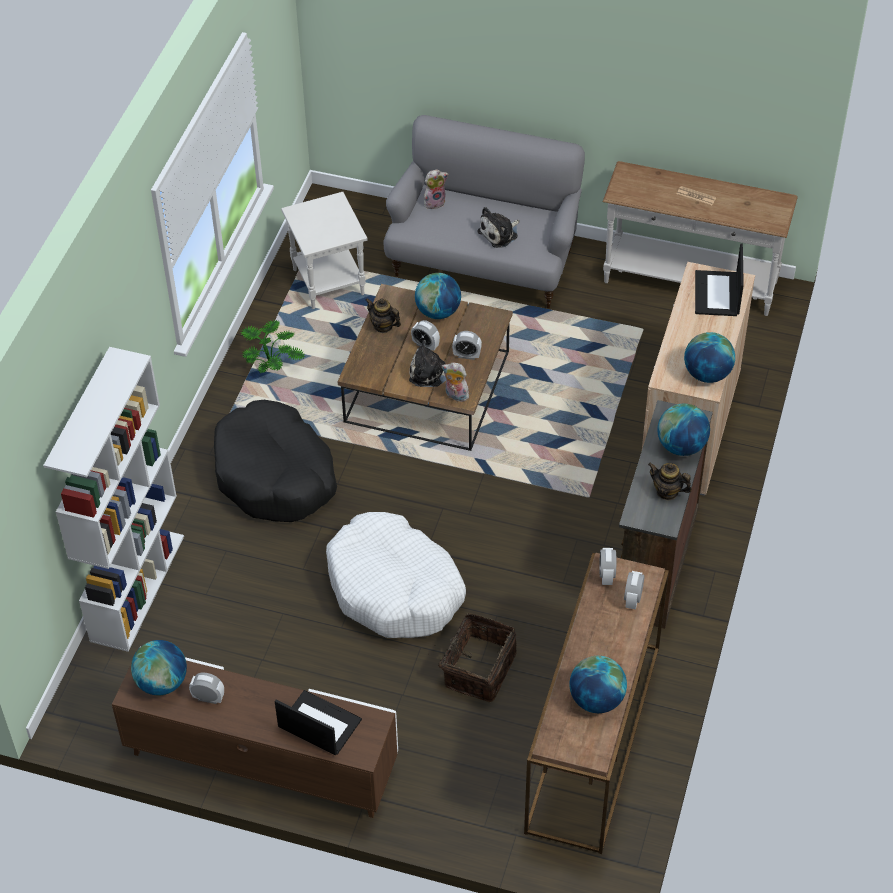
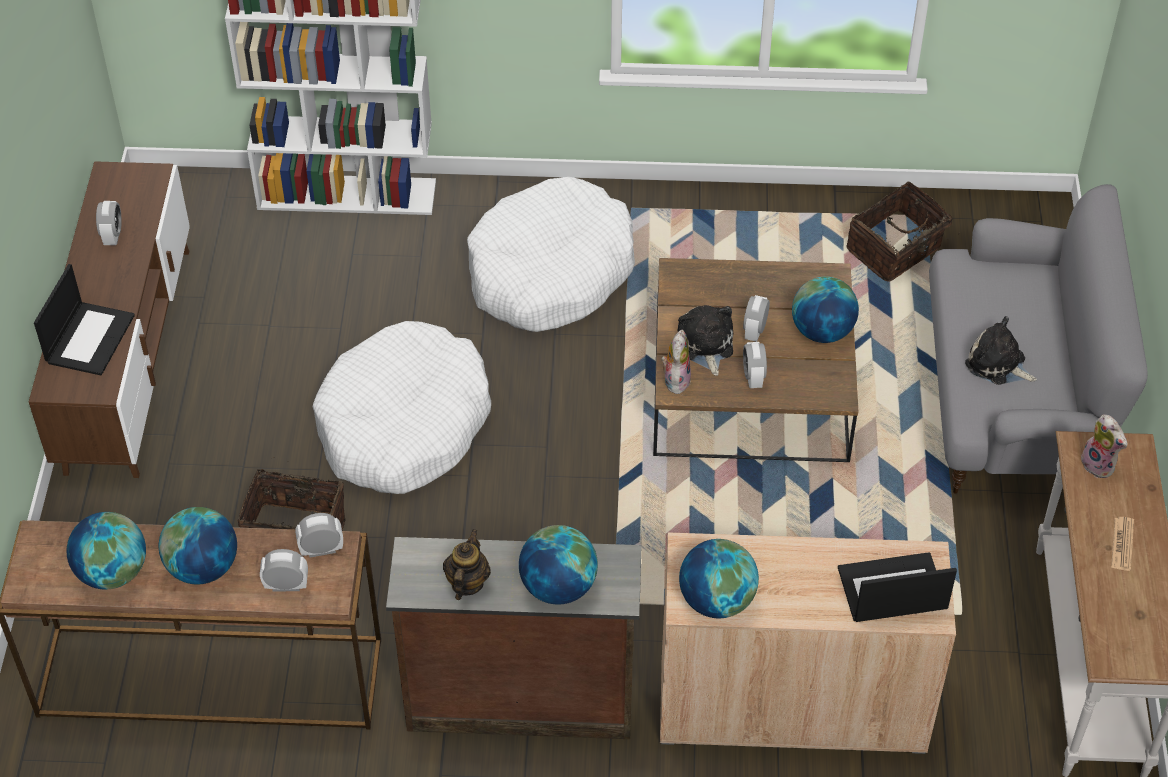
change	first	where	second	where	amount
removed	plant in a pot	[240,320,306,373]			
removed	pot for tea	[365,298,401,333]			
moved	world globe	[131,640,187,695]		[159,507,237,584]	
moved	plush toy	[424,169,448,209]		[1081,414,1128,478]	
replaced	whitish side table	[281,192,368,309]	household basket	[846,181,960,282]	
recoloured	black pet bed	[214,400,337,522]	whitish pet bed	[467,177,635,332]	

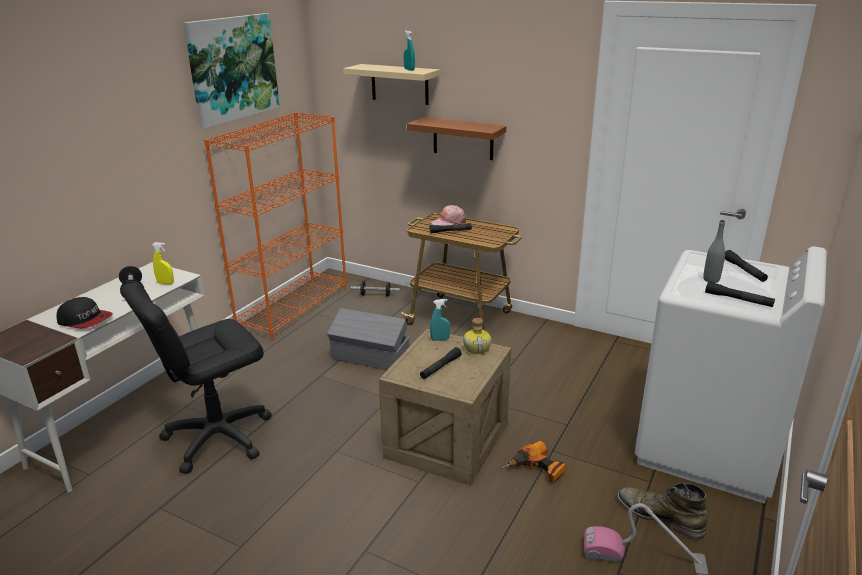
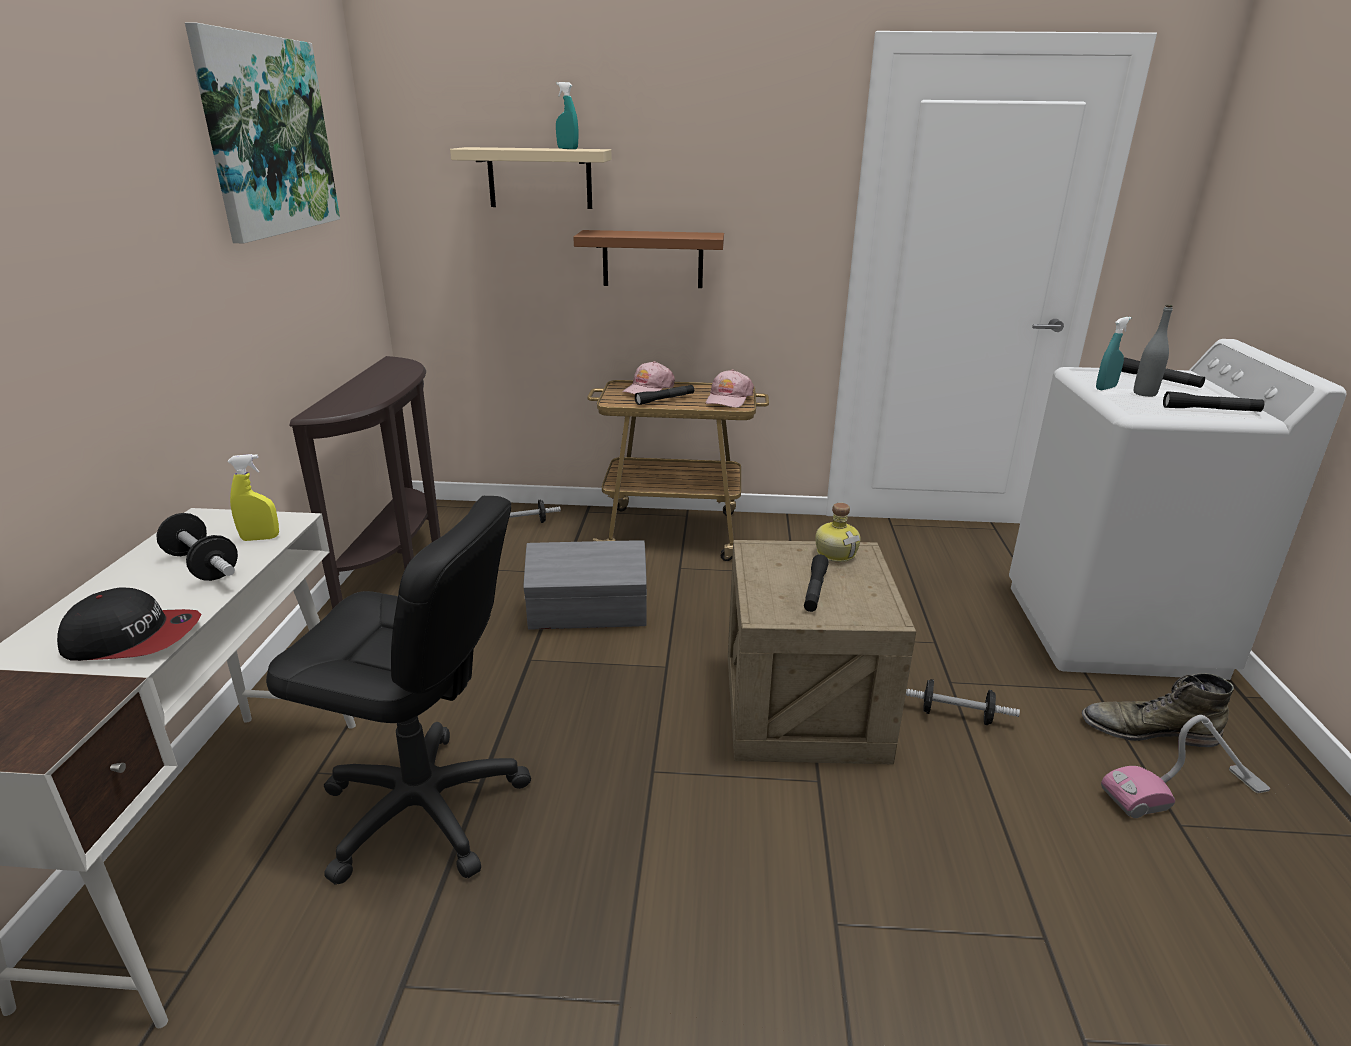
change	first	where	second	where	amount
added			pink baseball cap	[706,369,754,408]	
moved	blue-green sprayer	[430,299,450,341]		[1096,317,1131,390]	
replaced	orange-coloured bookcase	[204,112,347,340]	brownish hall table	[289,356,441,609]	
replaced	power drill	[501,441,567,483]	dumbbell	[906,679,1020,725]	
turned	black office chair	[121,282,272,474]		[266,496,531,885]	105 degrees counterclockwise

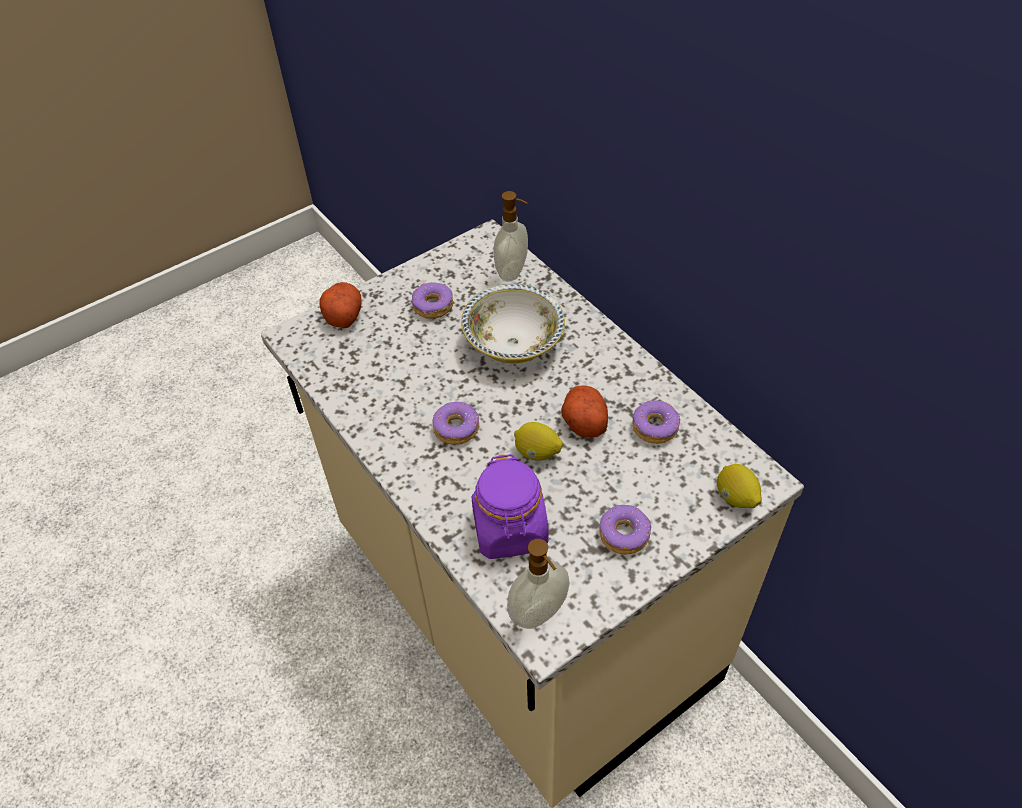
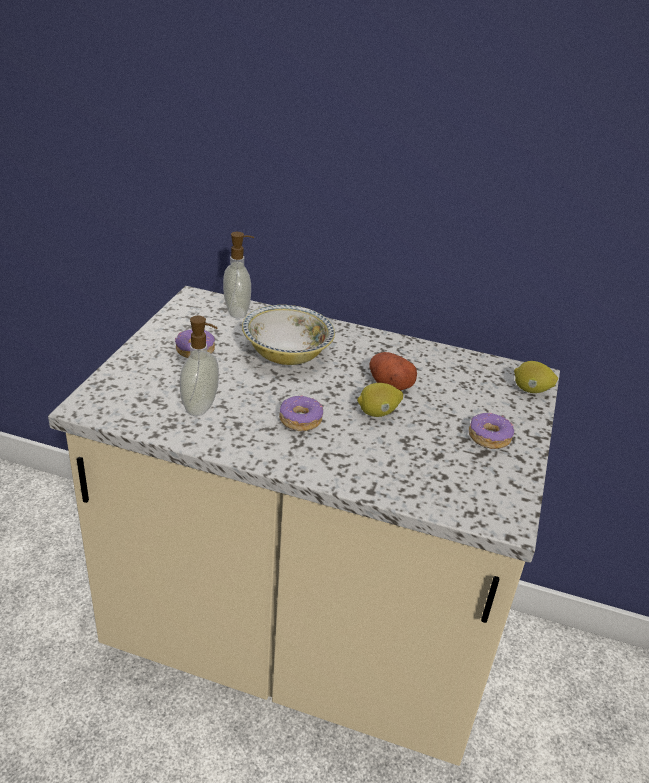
change	first	where	second	where	amount
removed	spud	[319,282,362,328]			
removed	purplish preserve jar	[472,454,548,559]			
removed	doughnut	[633,401,681,444]			
moved	liquid soap bottle	[507,539,569,629]		[180,316,219,416]	

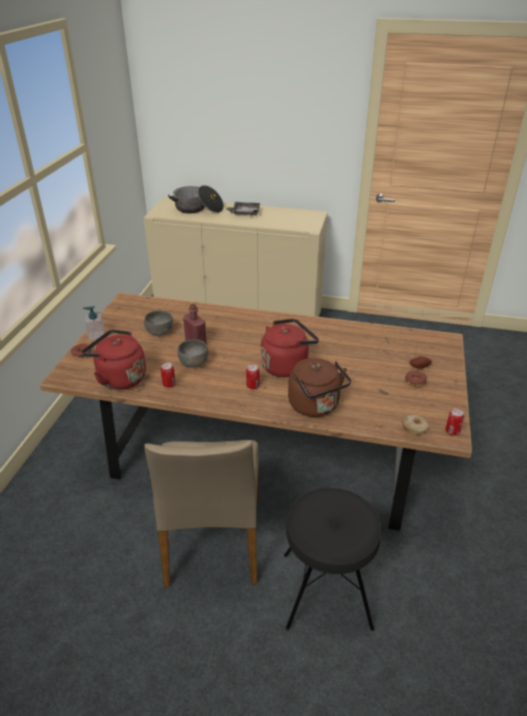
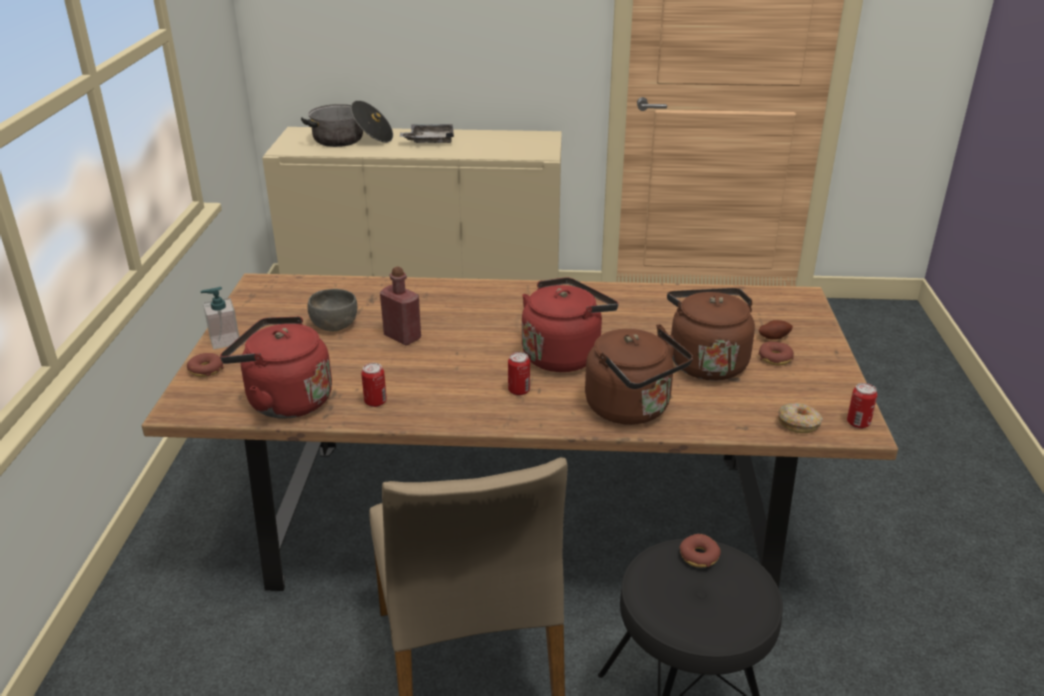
change	first	where	second	where	amount
removed	grey deep dish	[178,339,208,368]			
added			brownish tea kettle	[656,288,755,381]	
added			doughnut	[680,534,721,568]	

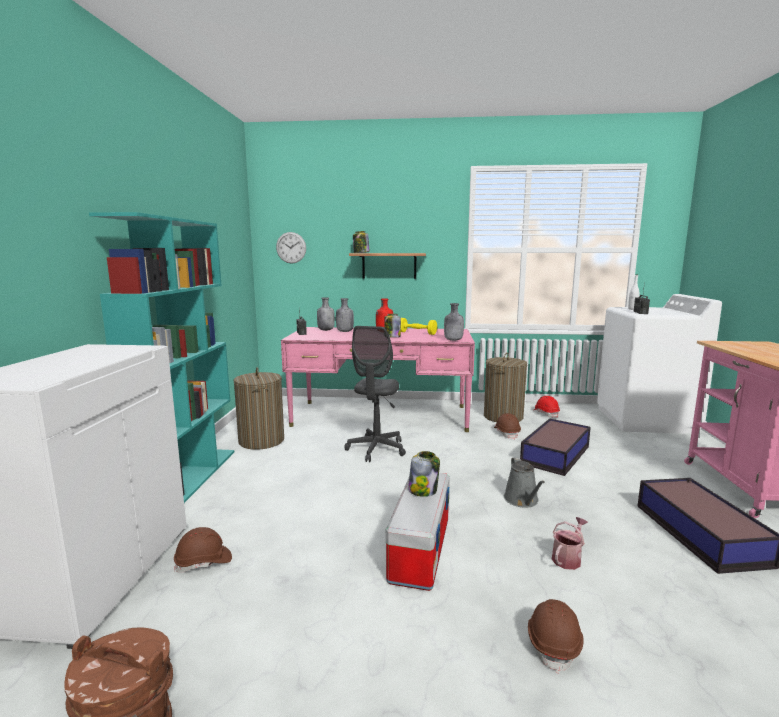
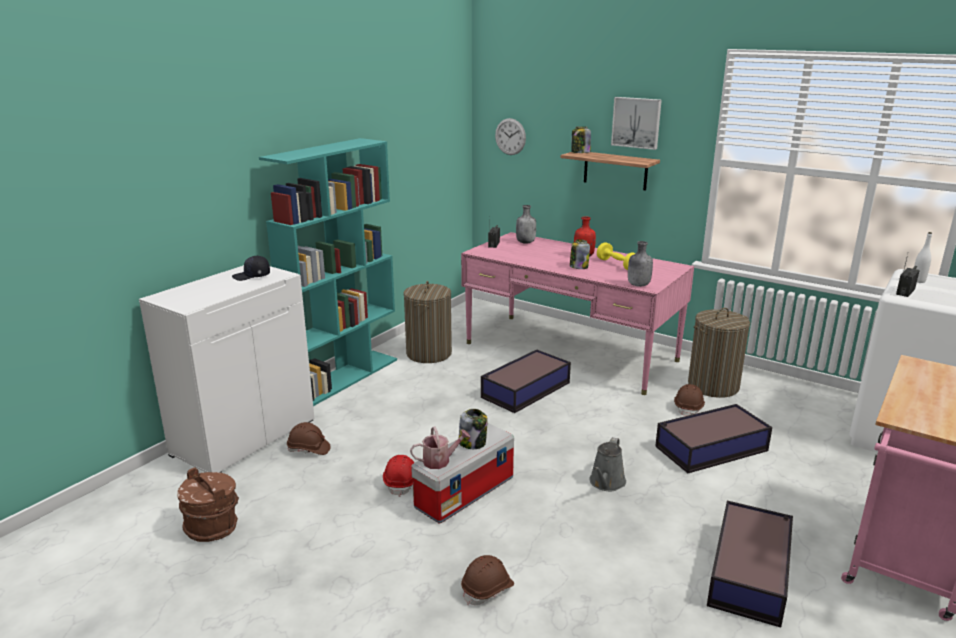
change	first	where	second	where	amount
removed	grey beverage bottle	[336,298,354,332]			
added			black baseball cap	[232,256,270,281]	
added			picture	[611,97,662,150]	
moved	red-coloured work helmet	[534,396,560,418]		[383,455,414,497]	
moved	sprinkling can	[552,517,588,570]		[410,426,470,469]	
replaced	grey office chair	[344,326,406,462]	storage box	[481,350,571,413]	

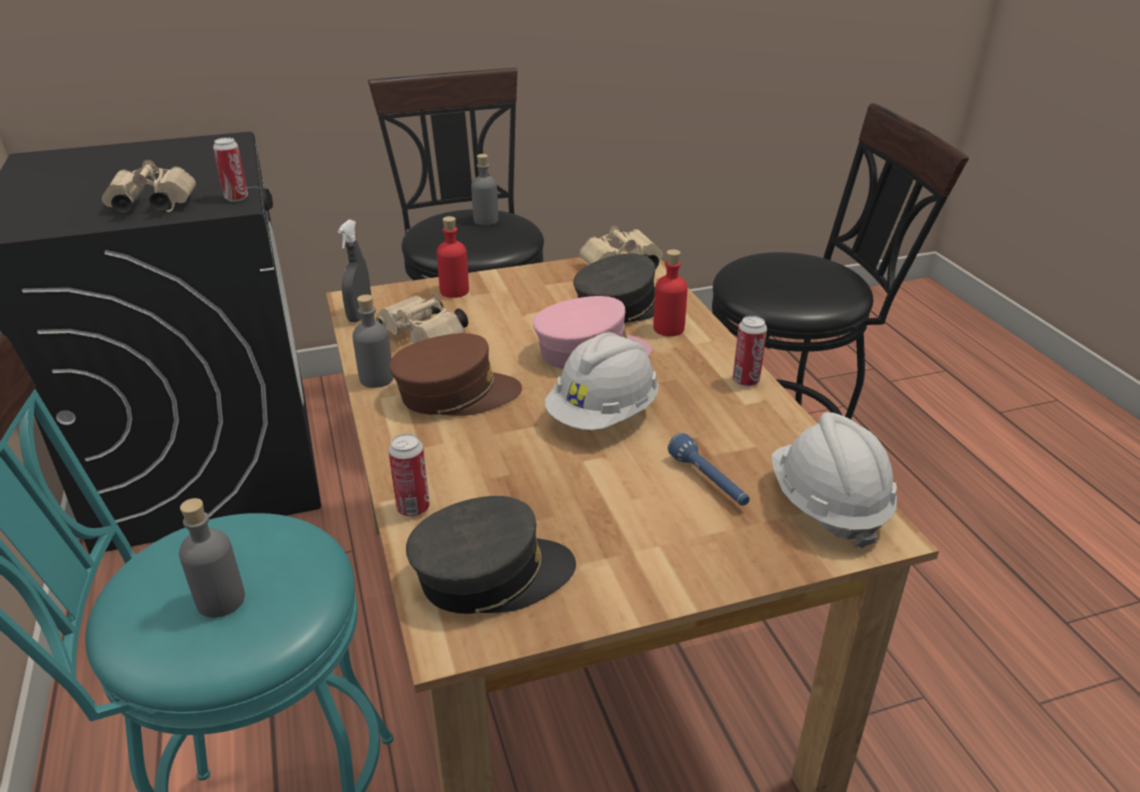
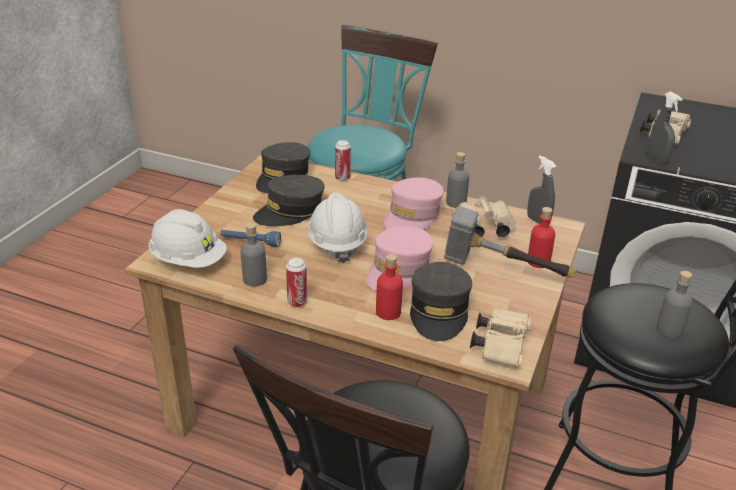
change	first	where	second	where	amount
added			grey baseball cap	[253,175,325,226]	
added			hammer	[444,206,577,278]	
moved	grey beverage bottle	[179,498,245,618]		[240,223,267,287]	
replaced	sealed can	[213,138,248,202]	grey sprayer	[647,92,682,164]	
recoloured	brownish baseball cap	[389,333,522,416]	pink baseball cap	[384,177,444,230]	

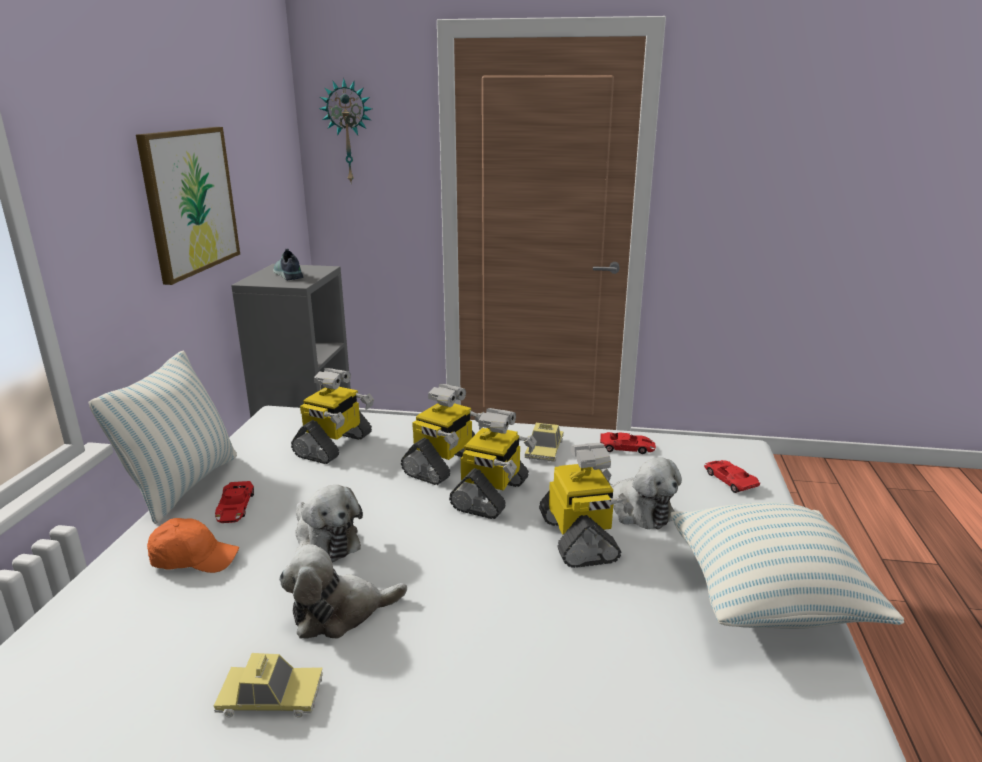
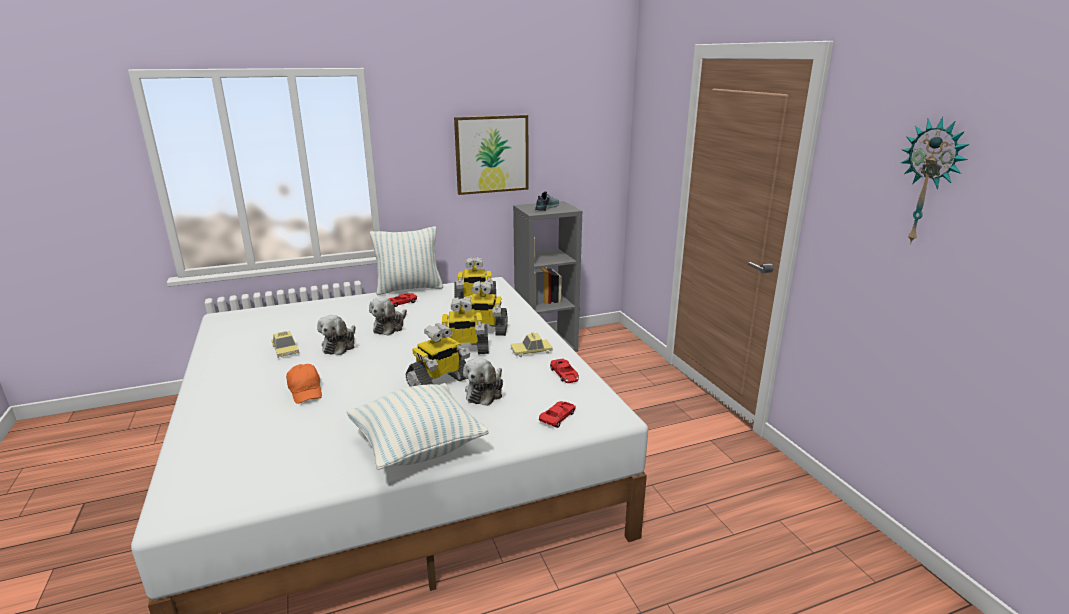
change	first	where	second	where	amount
moved	orange-coloured baseball cap	[147,518,239,573]		[286,364,322,404]	
moved	wall clock	[319,78,372,182]		[901,117,969,244]	
turned	plush toy	[279,544,407,639]		[317,315,355,355]	120 degrees counterclockwise

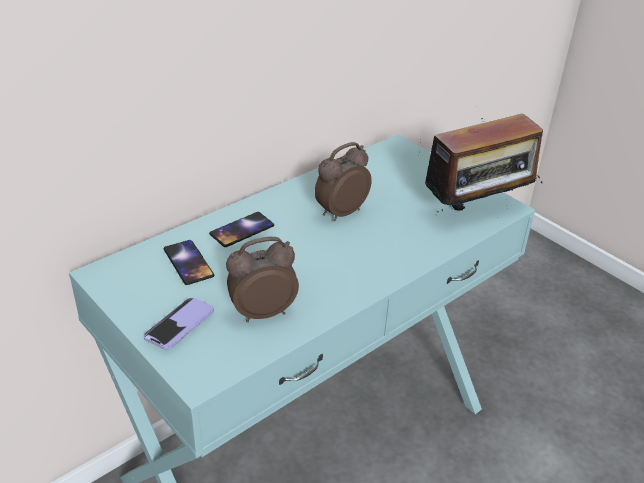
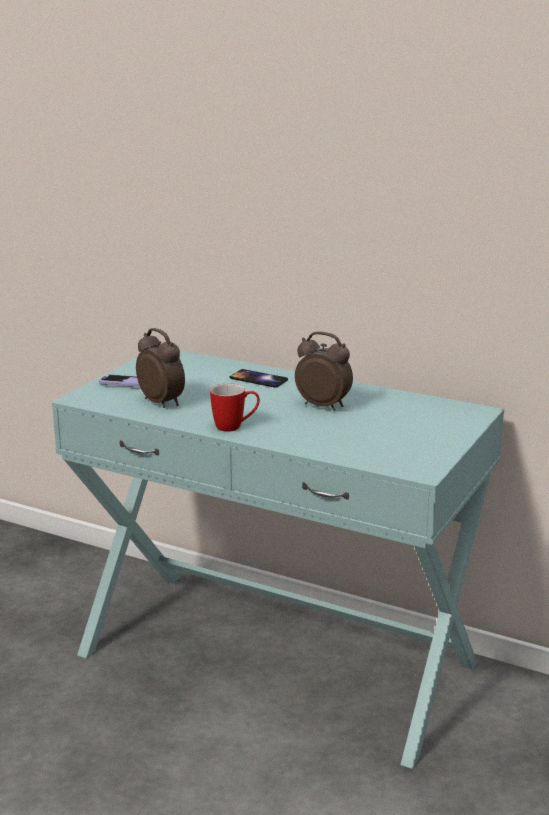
change	first	where	second	where	amount
removed	handset	[164,240,214,285]			
removed	radio receiver	[425,113,543,212]			
added			coffee mug	[210,383,260,432]	

